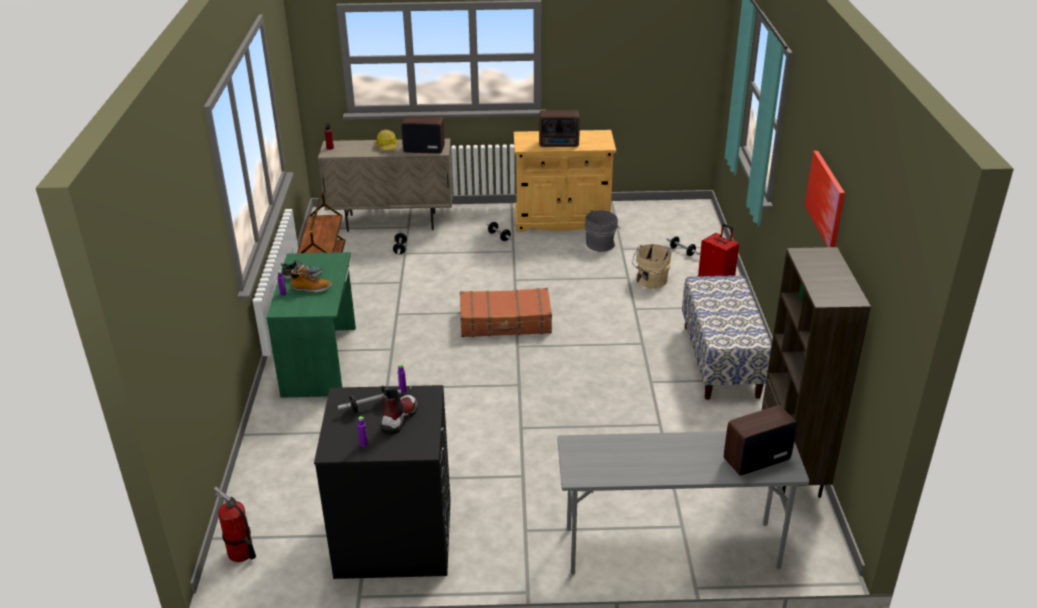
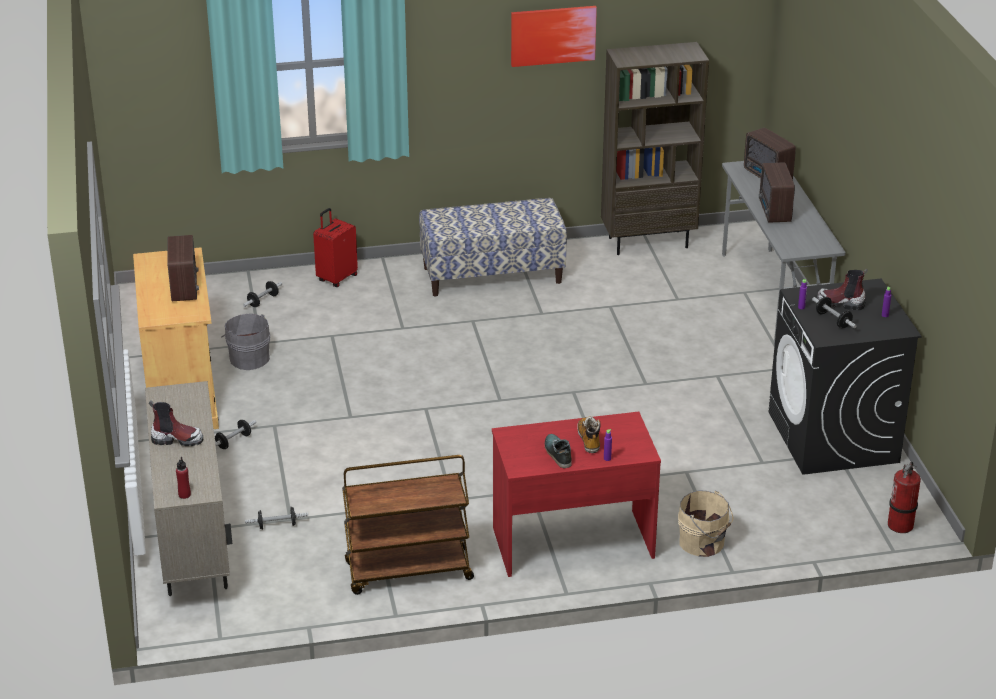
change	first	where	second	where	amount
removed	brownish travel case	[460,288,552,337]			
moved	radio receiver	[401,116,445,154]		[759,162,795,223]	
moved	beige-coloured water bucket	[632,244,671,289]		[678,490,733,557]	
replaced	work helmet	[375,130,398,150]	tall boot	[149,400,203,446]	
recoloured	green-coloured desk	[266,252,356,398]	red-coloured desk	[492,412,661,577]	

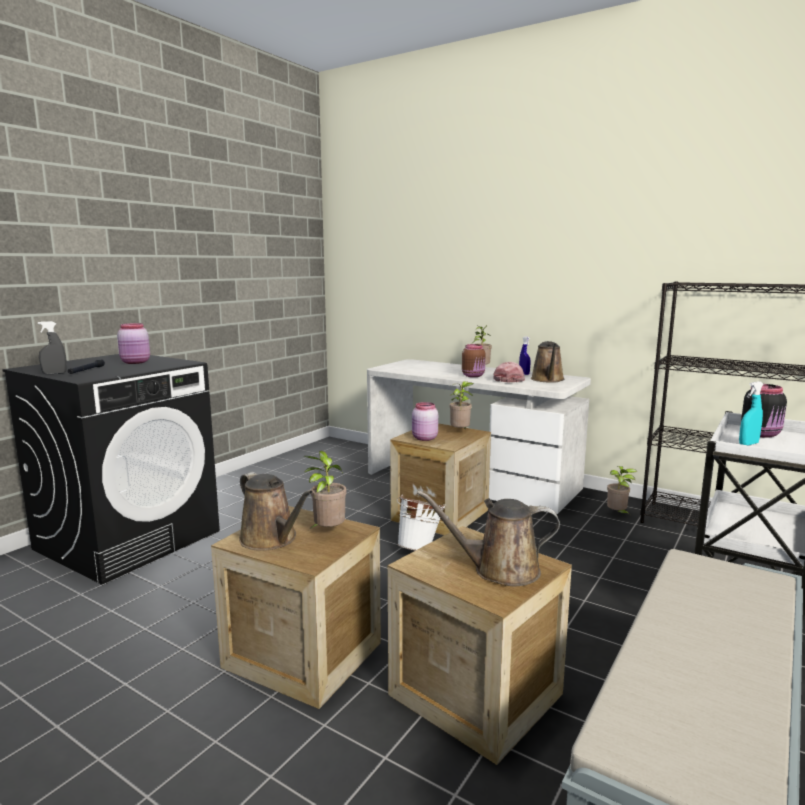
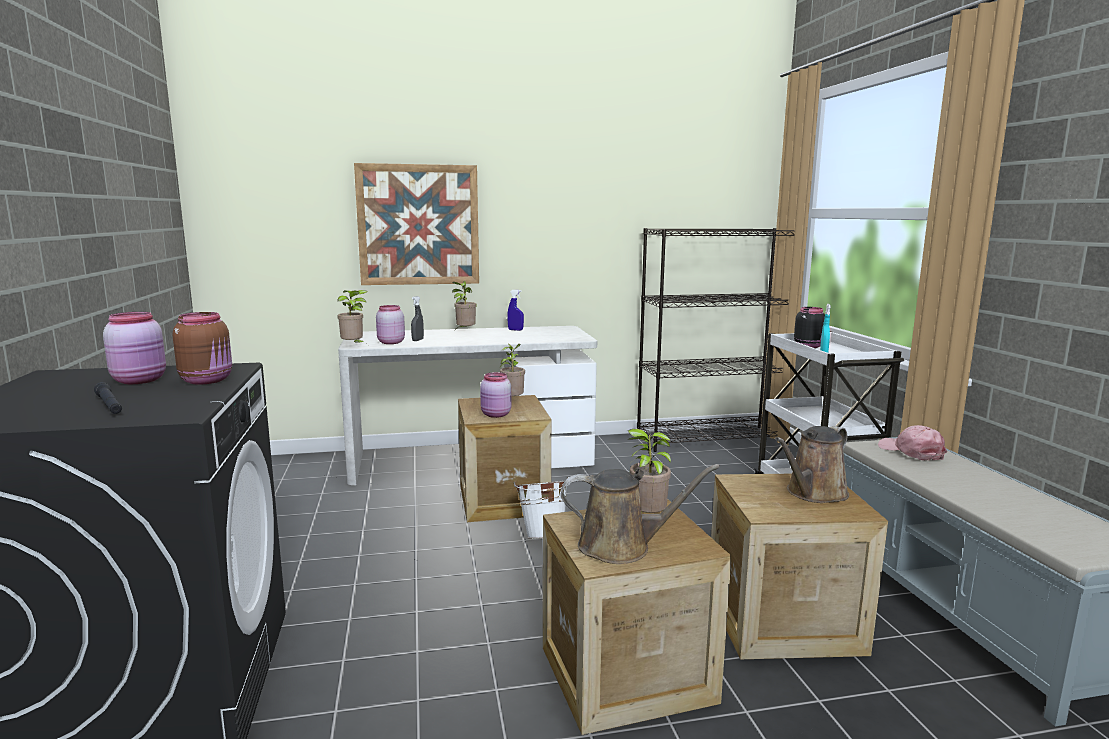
change	first	where	second	where	amount
removed	brownish sprinkling can	[531,341,565,383]			
added			picture	[354,163,479,285]	
added			pink preserve jar	[376,305,405,344]	
moved	grey sprayer	[38,321,67,374]		[411,296,424,341]	
moved	brownish preserve jar	[462,344,486,377]		[173,312,232,385]	
moved	pink baseball cap	[493,362,525,383]		[878,425,947,460]	
moved	plant in a pot	[607,466,637,516]		[337,290,367,343]	

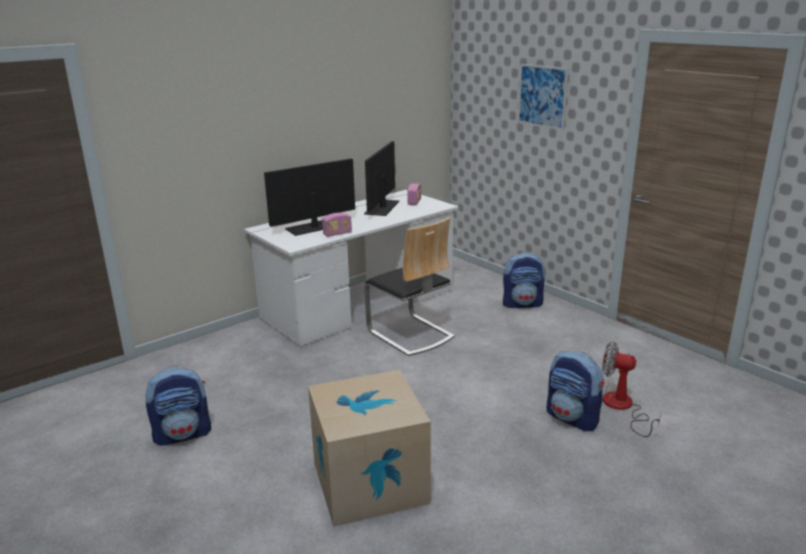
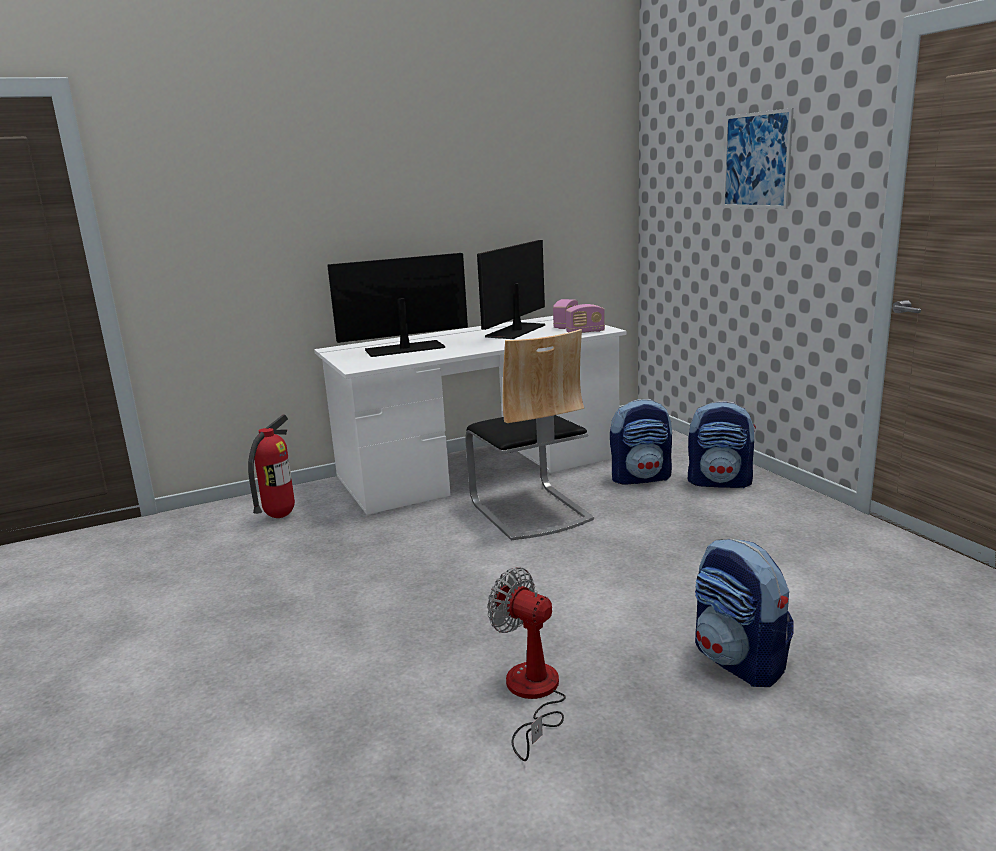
change	first	where	second	where	amount
removed	cardboard box	[308,370,431,527]			
added			fire-fighting cylinder	[248,414,295,518]	
moved	backpack	[145,366,211,445]		[610,399,672,485]	
moved	radio receiver	[322,213,352,237]		[566,304,605,333]	
moved	electric fan	[602,342,661,437]		[487,567,566,761]	

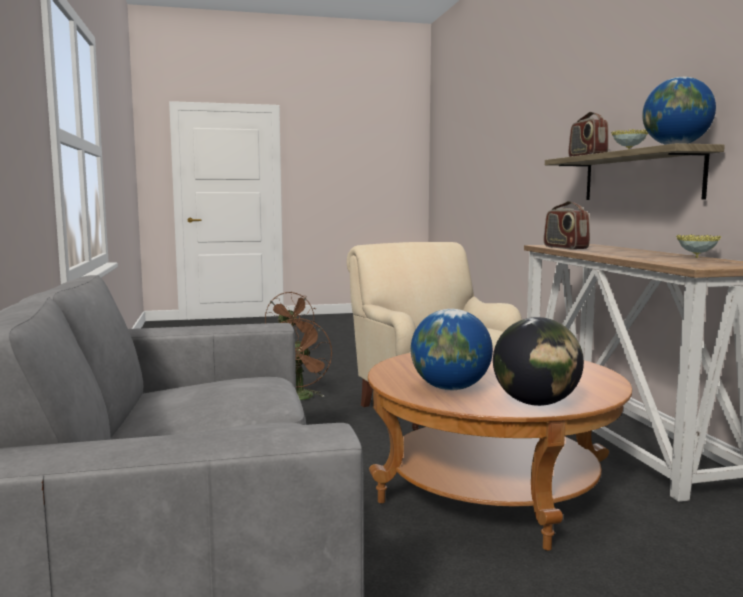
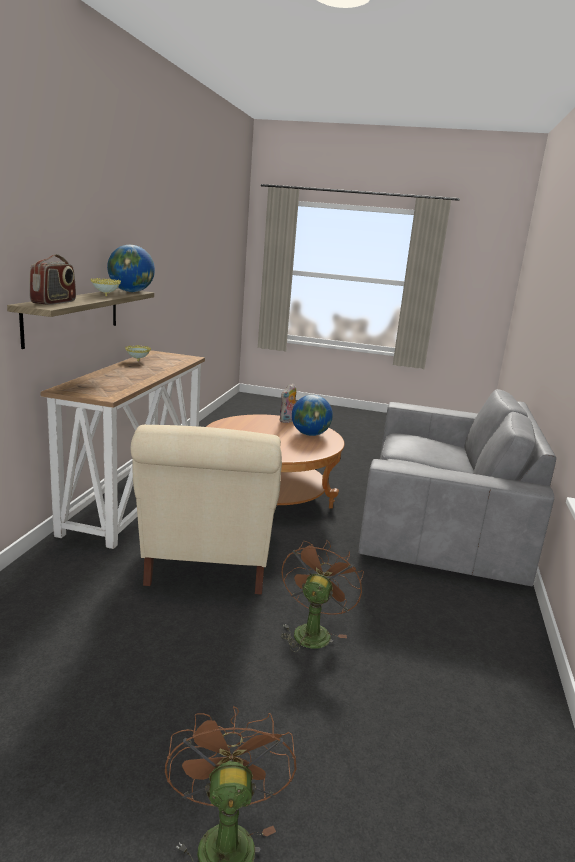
change	first	where	second	where	amount
removed	radio receiver	[544,201,590,249]			
replaced	world globe	[493,317,584,406]	plush toy	[280,384,296,423]	

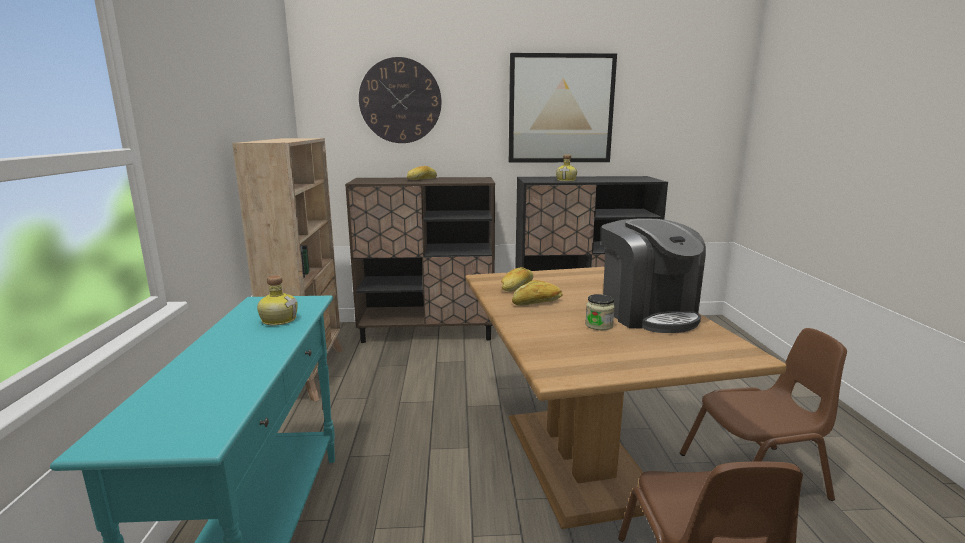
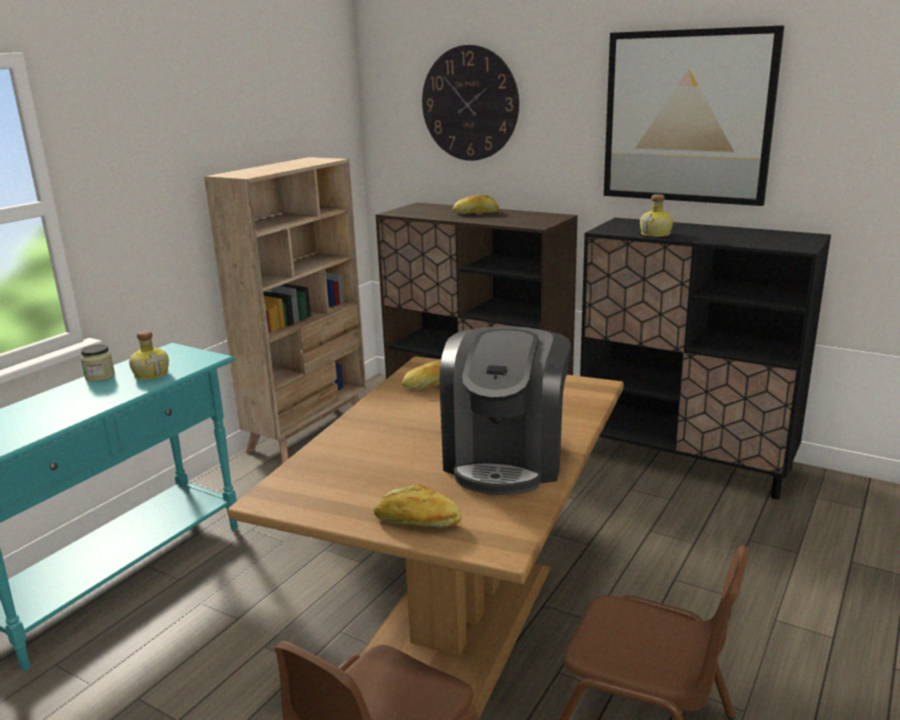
change	first	where	second	where	amount
moved	bread	[512,280,563,306]		[374,484,461,527]	
moved	preserve jar	[585,294,615,330]		[81,345,115,382]	

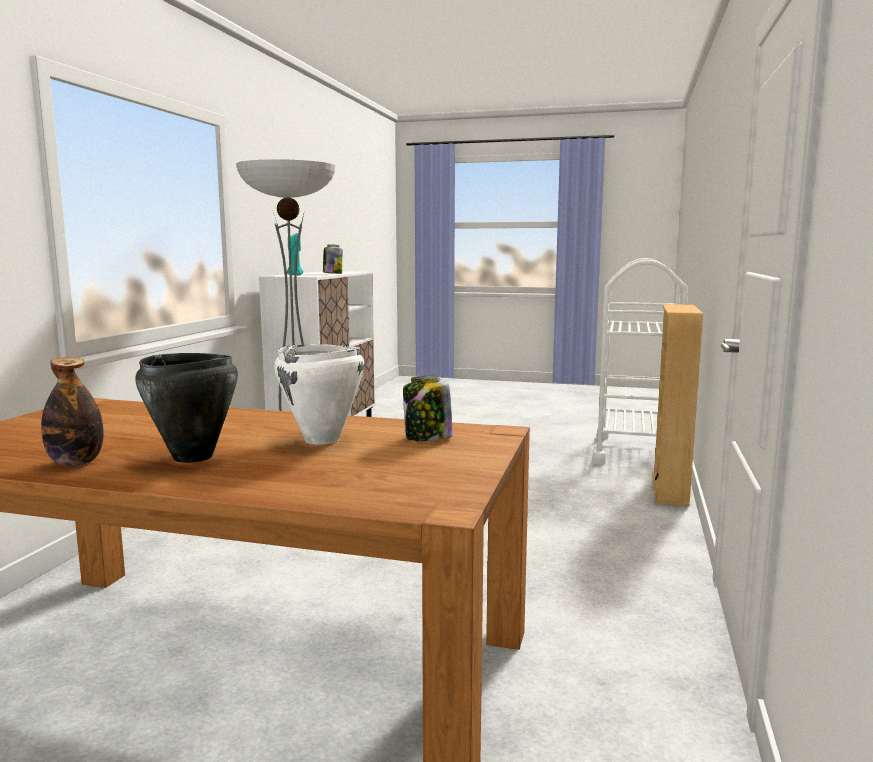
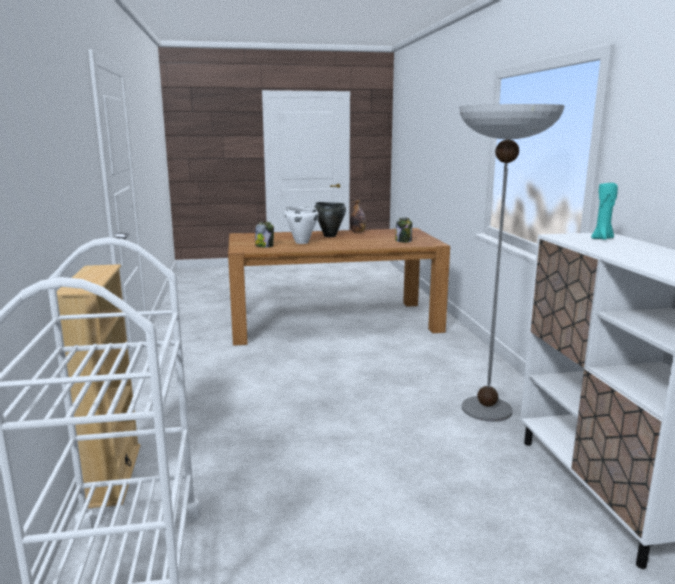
change	first	where	second	where	amount
moved	preserve jar	[323,244,343,274]		[396,217,412,243]	

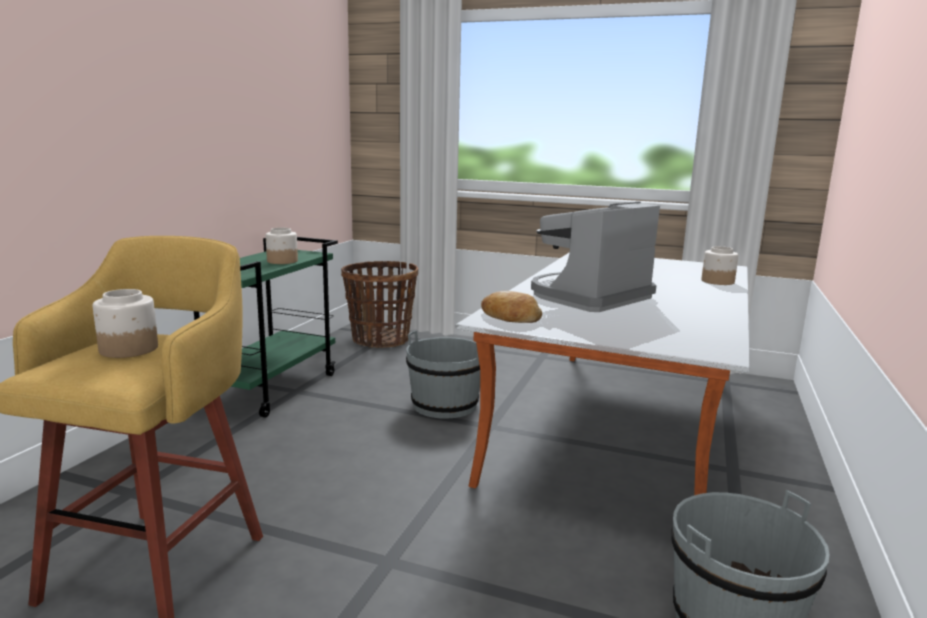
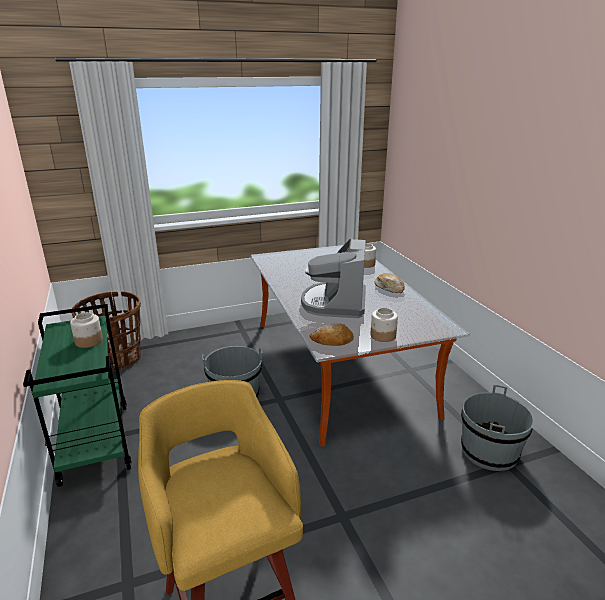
change	first	where	second	where	amount
added			bread	[375,273,405,293]	
moved	preserve jar	[93,289,158,358]		[371,308,398,342]	

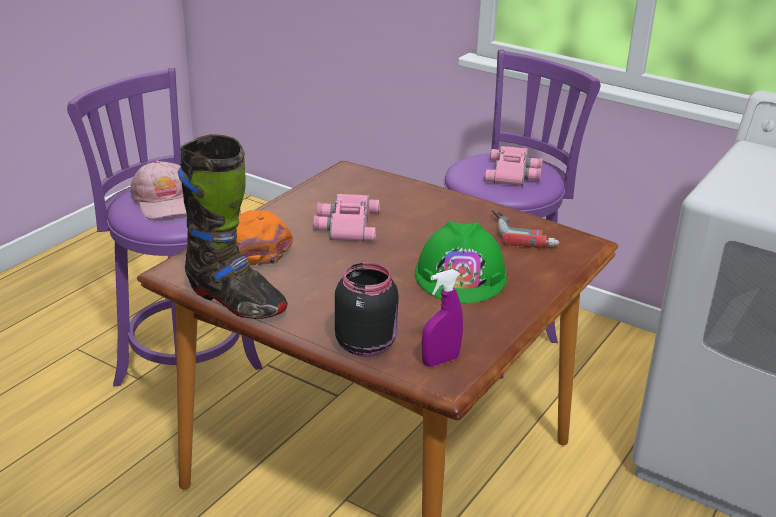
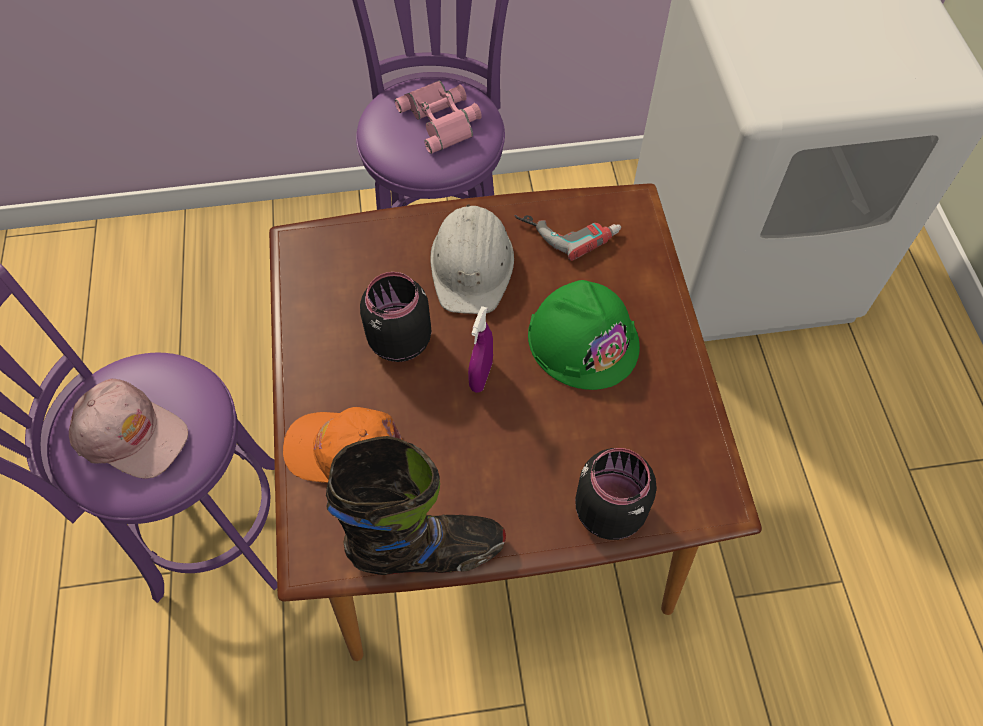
change	first	where	second	where	amount
added			whitish work helmet	[430,204,514,314]	
moved	purplish sprayer	[422,269,463,367]		[468,306,493,393]	
replaced	pink pair of binoculars	[313,194,380,242]	black preserve jar	[360,272,431,362]	

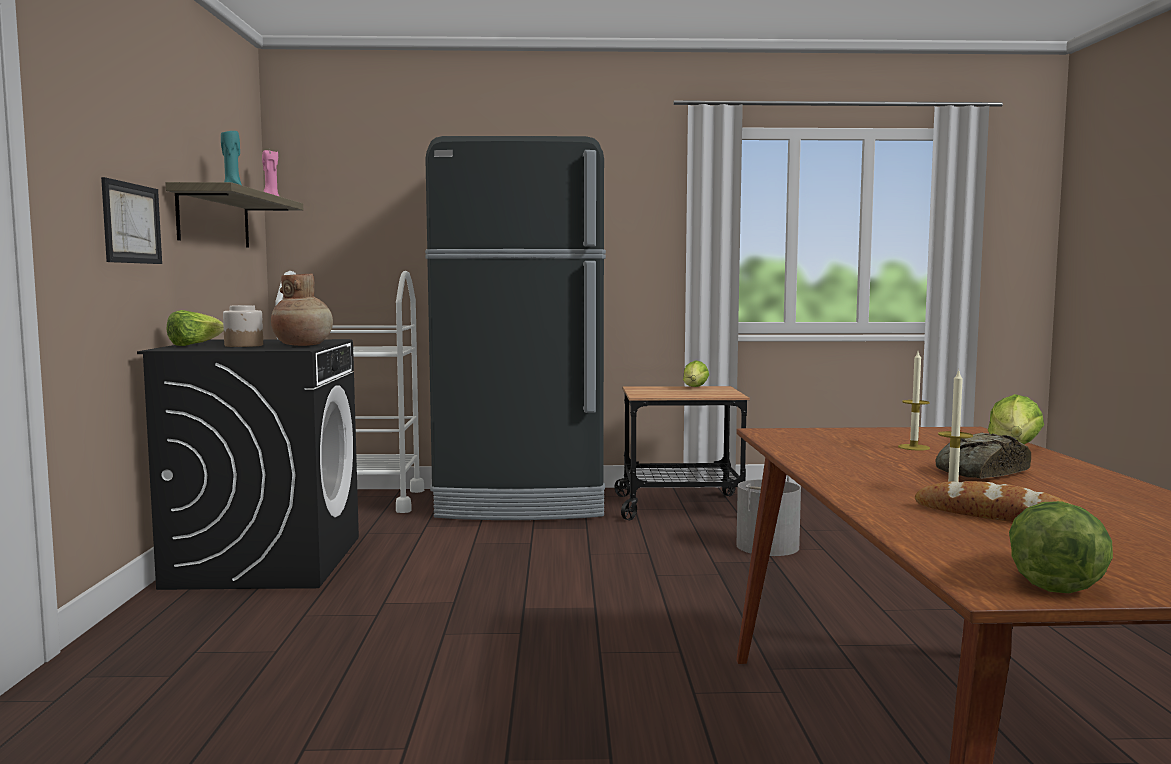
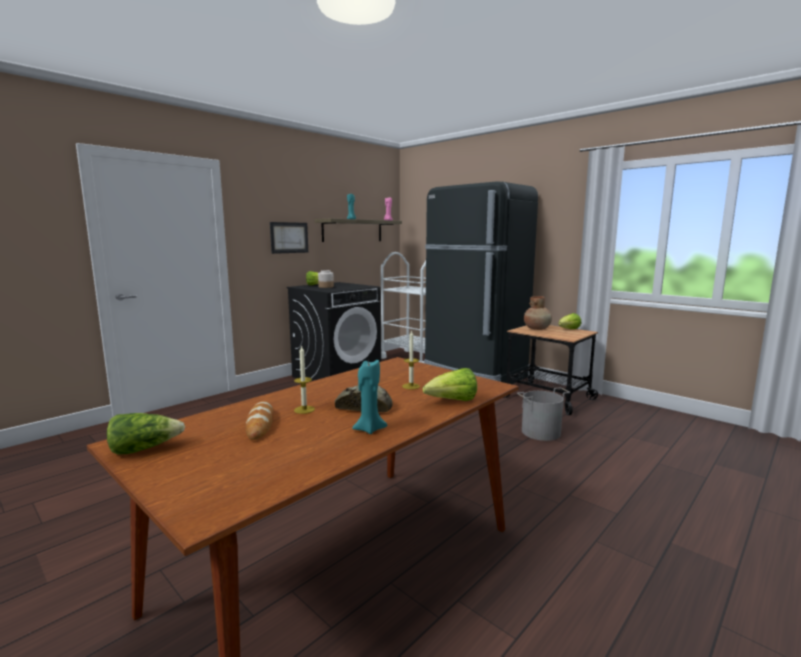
change	first	where	second	where	amount
added			blue-green wax candle	[352,359,387,434]	
moved	brownish flower vase	[271,274,333,346]		[524,296,552,330]	

